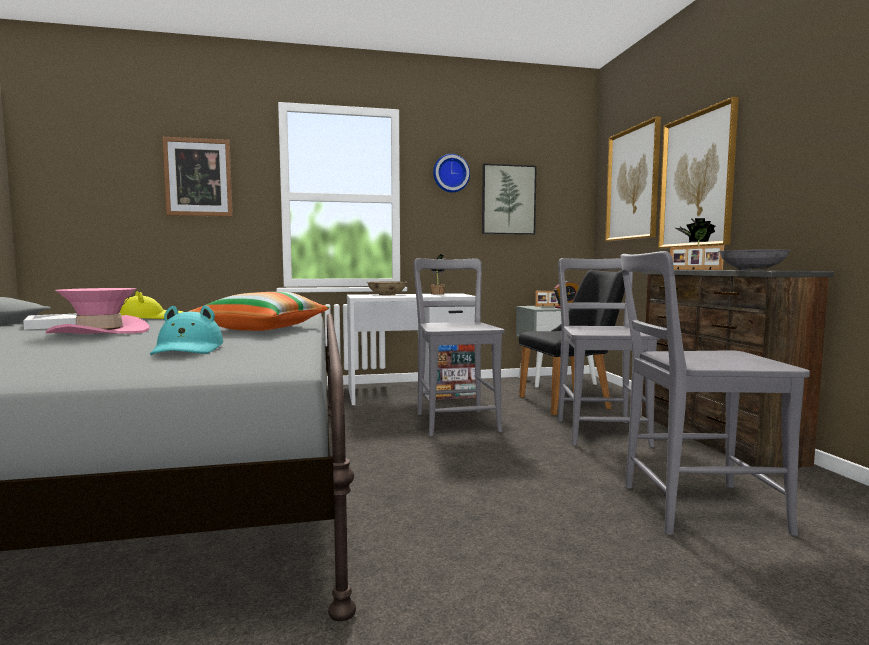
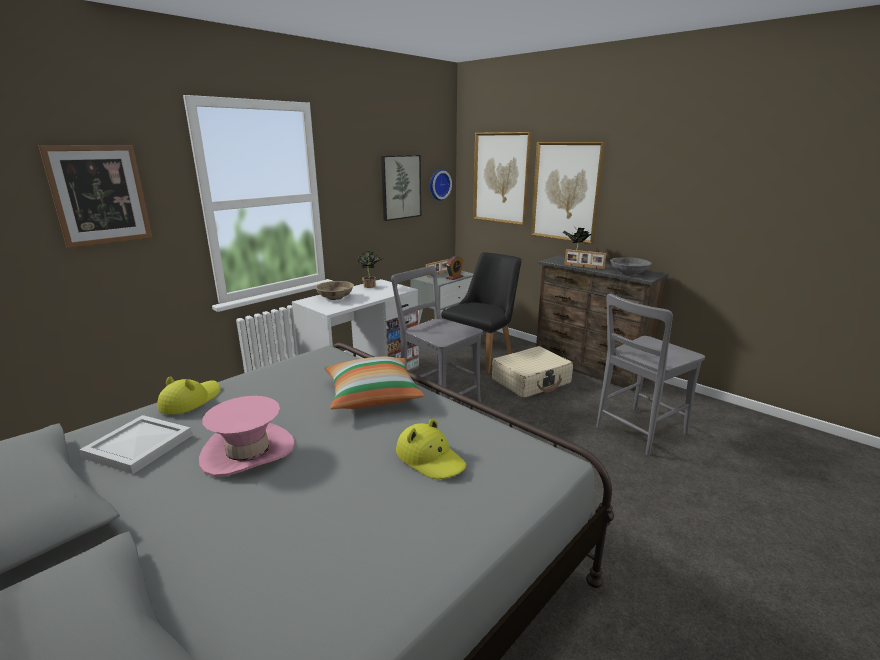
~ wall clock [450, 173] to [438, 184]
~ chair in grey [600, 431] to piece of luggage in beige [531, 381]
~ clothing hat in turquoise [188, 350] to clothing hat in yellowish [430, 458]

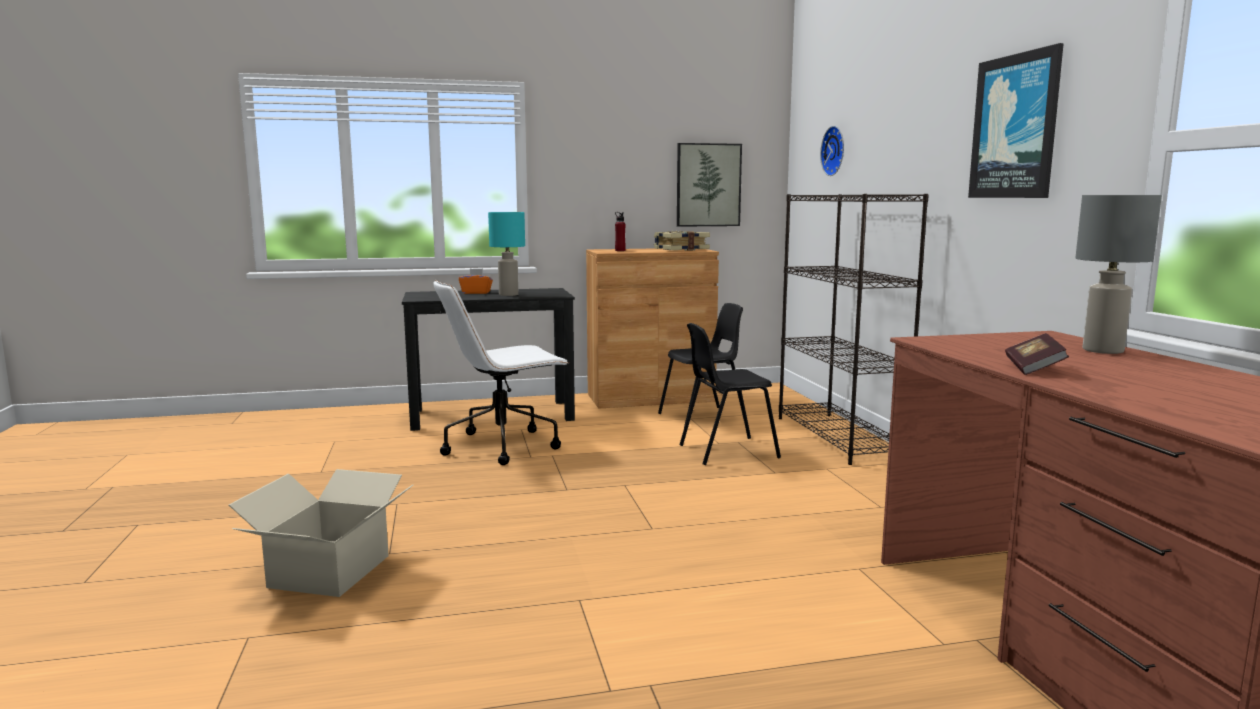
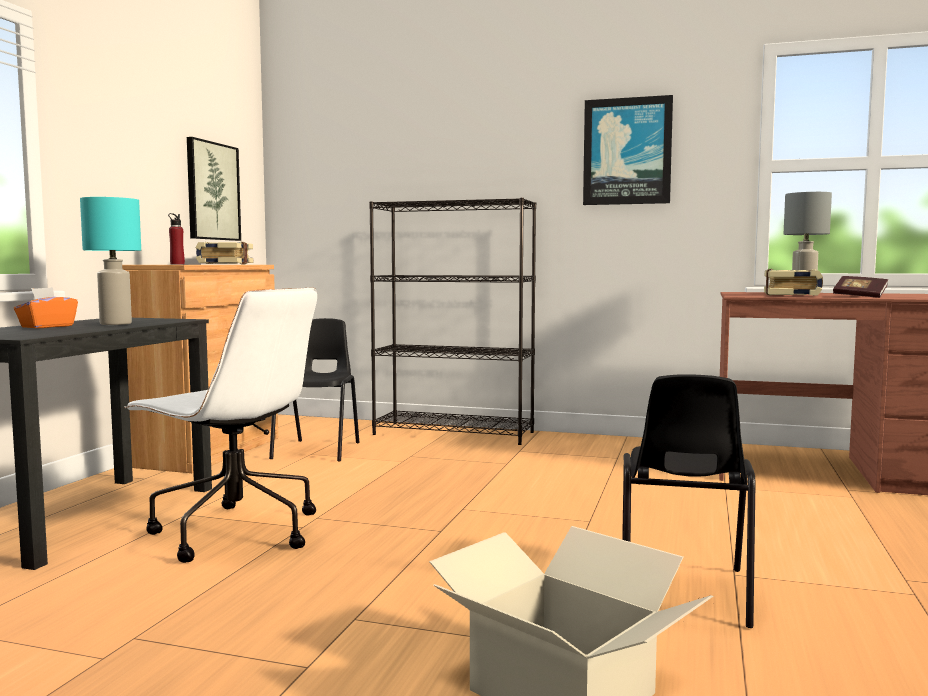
- wall clock [835, 151]
+ bound book [793, 295]
~ chair in black-coloured [726, 451] to [681, 592]
~ desk chair in white [503, 446] = [234, 532] 60 degrees counterclockwise

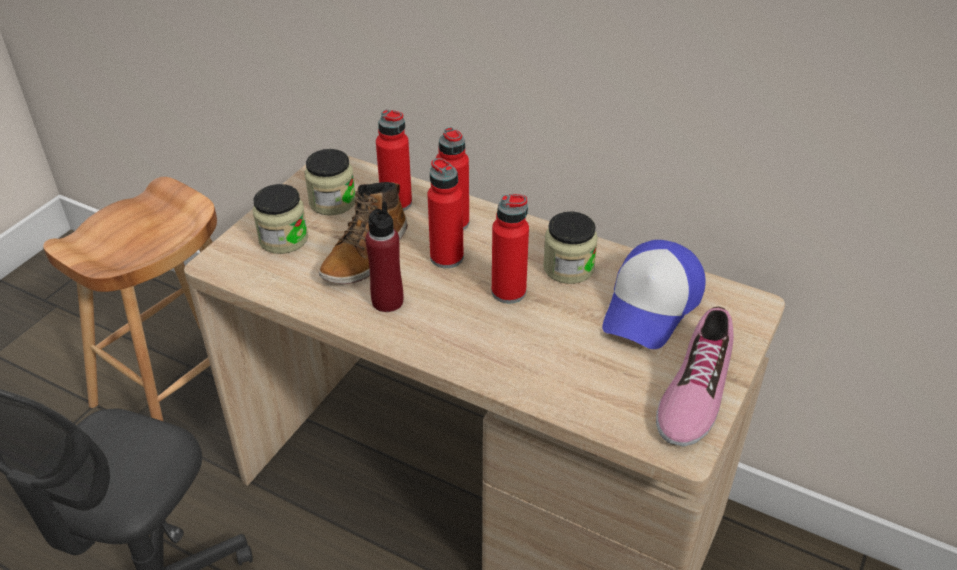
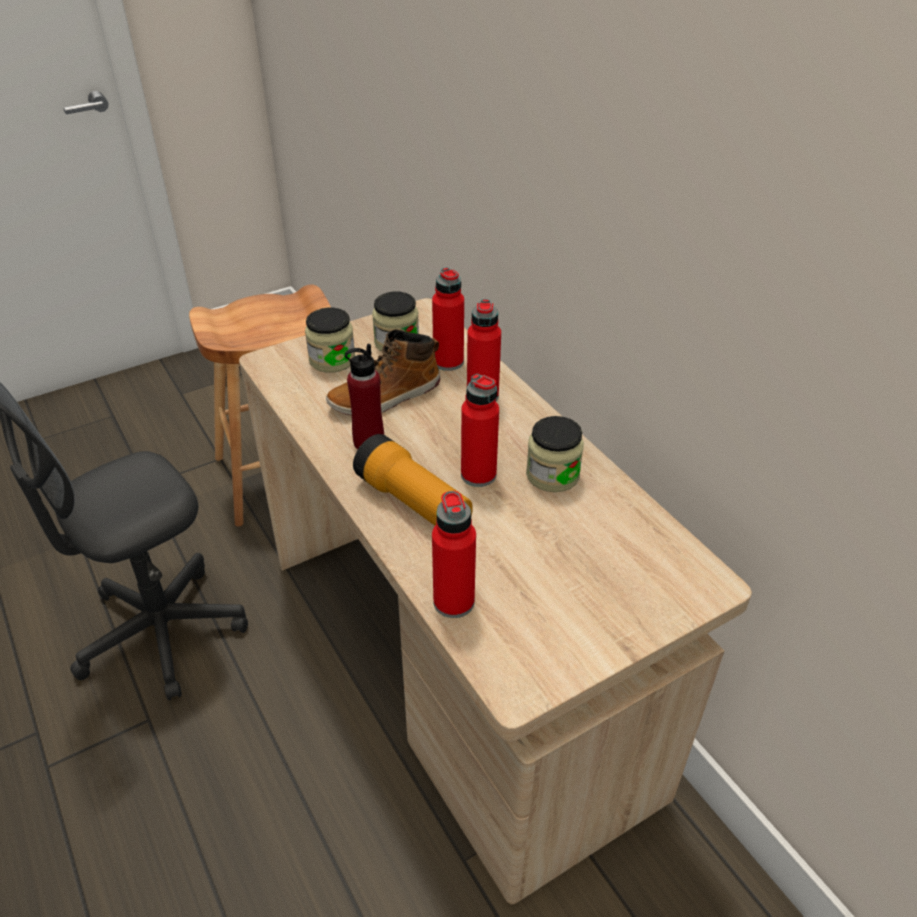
- baseball cap [651, 306]
- low shoe [693, 390]
+ torch [413, 502]
~ drink bottle in red [446, 257] to [454, 602]

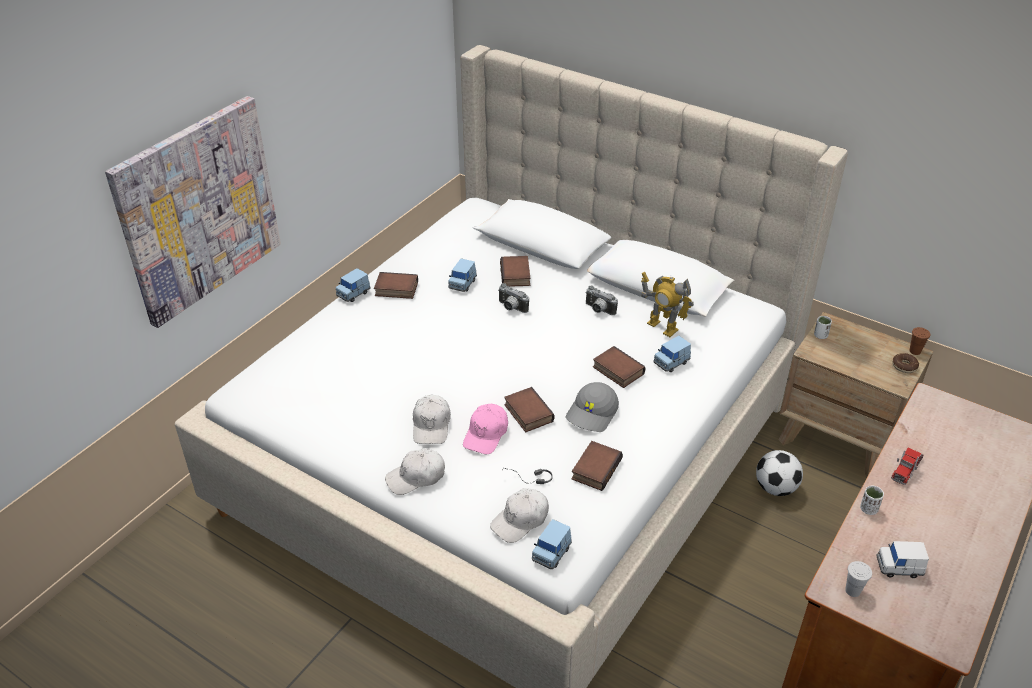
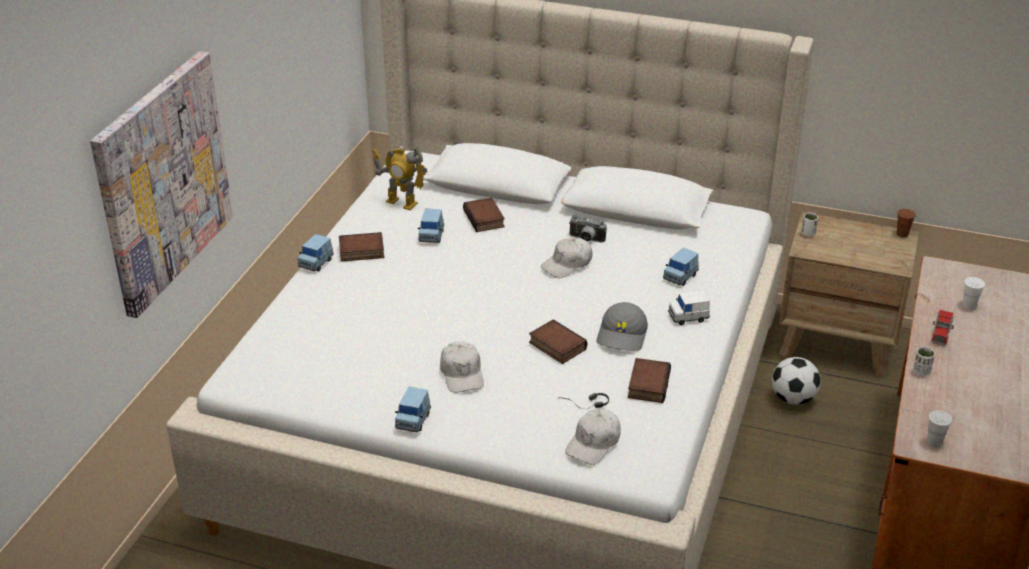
- baseball cap in pink [486, 434]
- still camera [511, 308]
- bound book [616, 371]
- ring doughnut [904, 366]
+ drinking cup in white [969, 305]
~ baseball cap in white [416, 477] to [567, 264]
~ toy car in blue [551, 553] to [413, 420]
~ toy robot [662, 327] to [401, 203]
~ toy car in white [899, 567] to [688, 317]

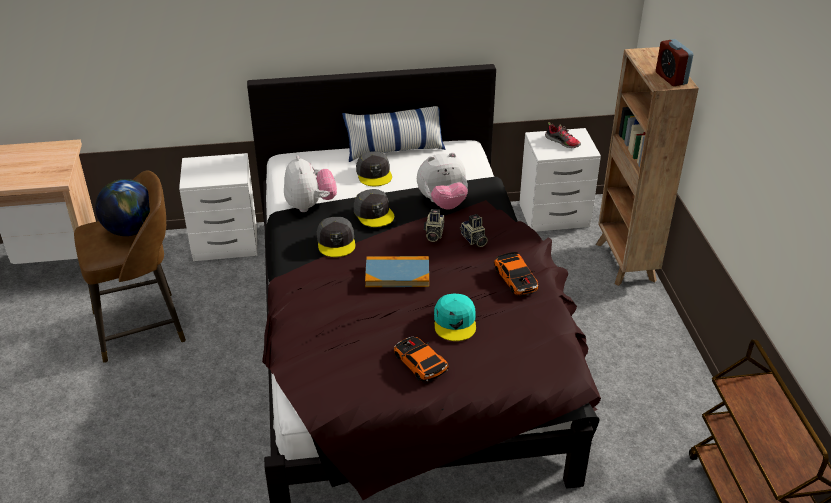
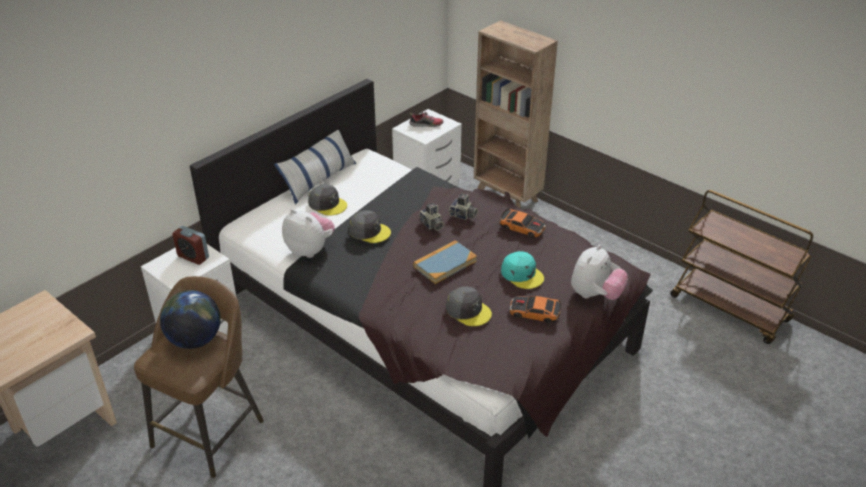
~ baseball cap in grey [336, 241] to [468, 310]
~ cuddly toy [443, 203] to [595, 295]
~ bedside clock [671, 78] to [193, 257]

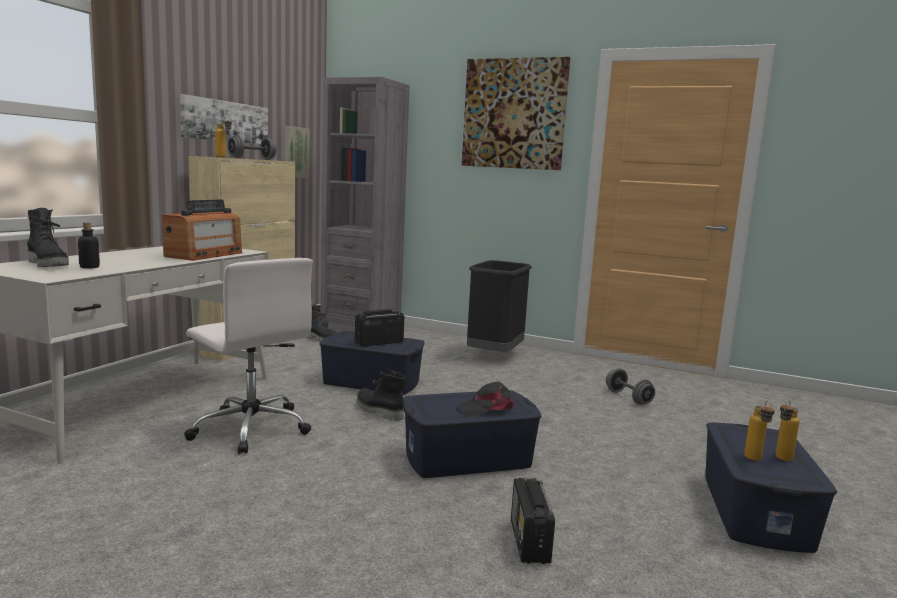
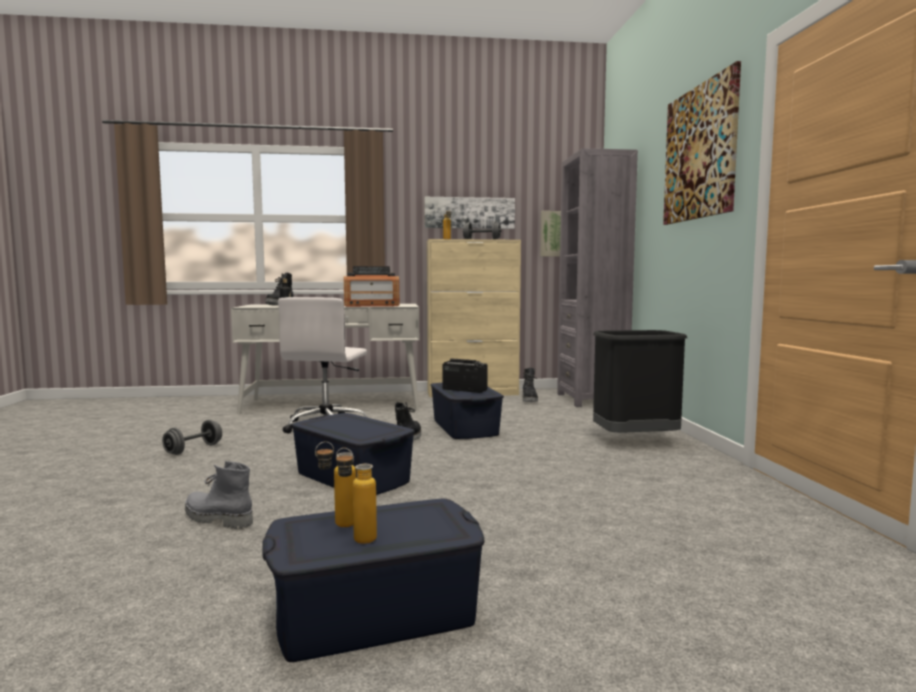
- baseball cap in black-coloured [487, 408]
~ hand weight in grey [628, 398] to [193, 449]
~ radio receiver [529, 542] to high-top boot in grey [217, 519]

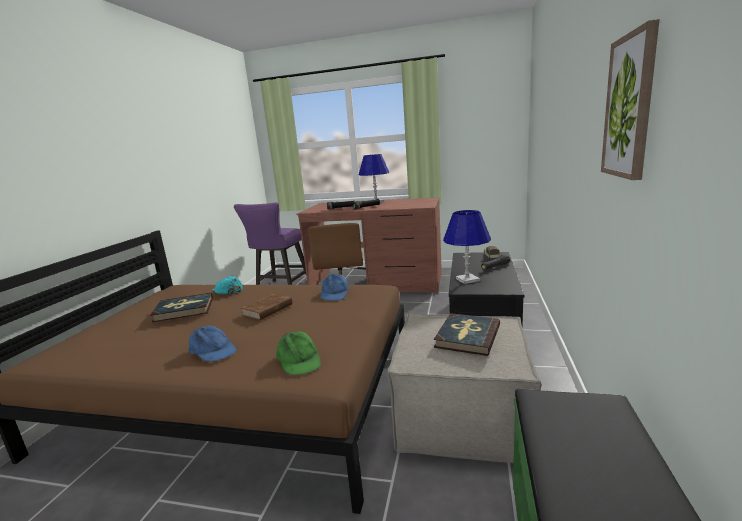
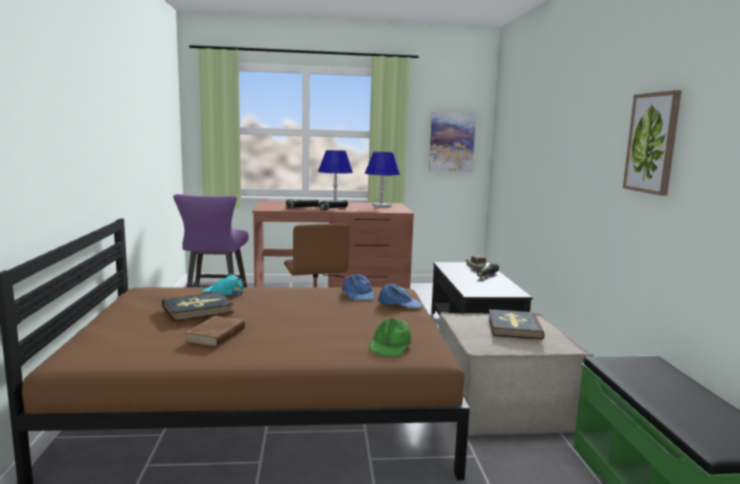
+ wall art [451, 142]
~ baseball cap in blue [212, 350] to [400, 303]
~ bound book in brown-coloured [268, 309] to [216, 335]
~ lamp for a table in blue [467, 279] to [381, 206]
~ baseball cap in green [298, 360] = [390, 345] 60 degrees clockwise

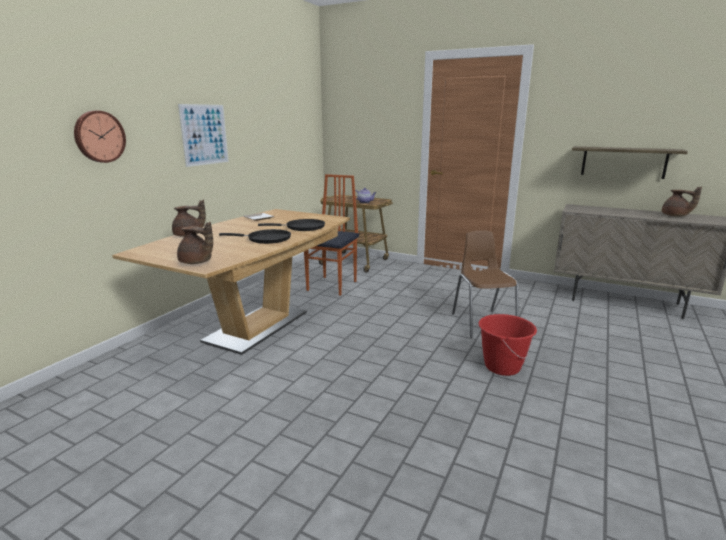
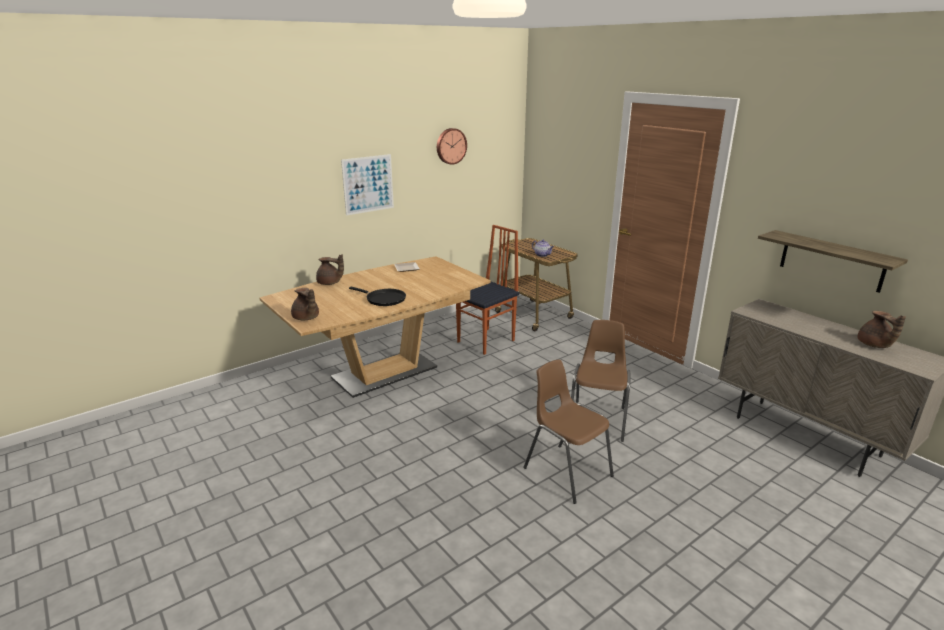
- frying pan in black-coloured [302, 227]
~ wall clock [99, 136] to [450, 146]
~ pail in red [502, 366] to chair in brown-coloured [566, 472]

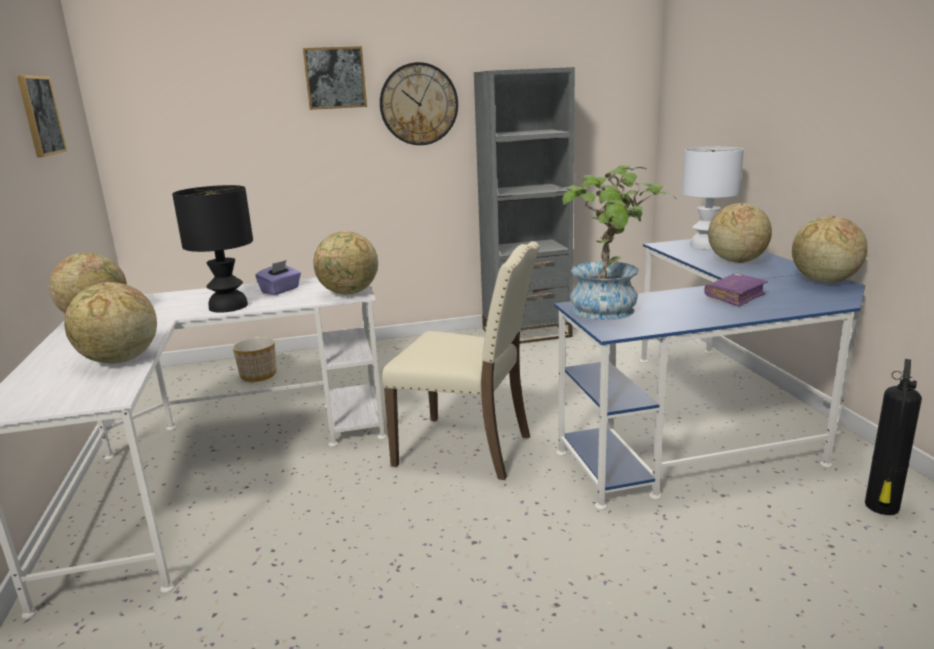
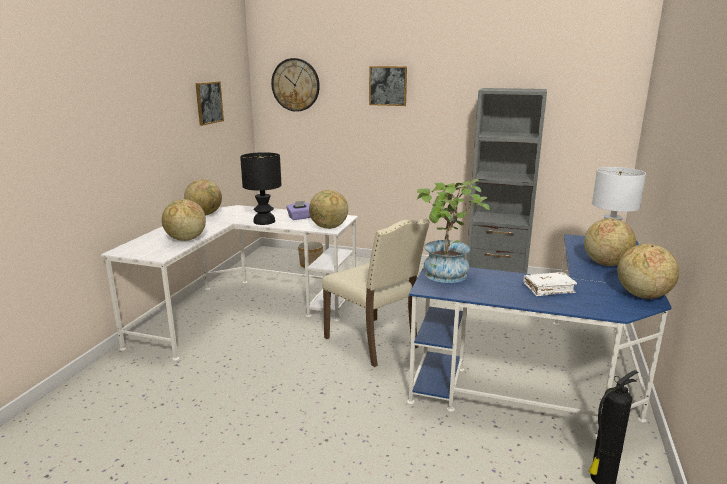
~ wall clock [419, 104] to [295, 85]
~ bound book in purple-coloured [735, 297] to bound book in white [548, 289]

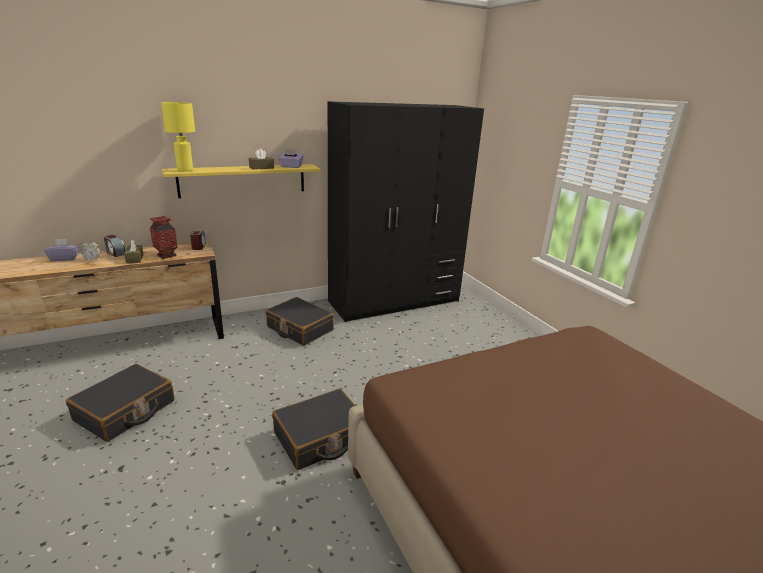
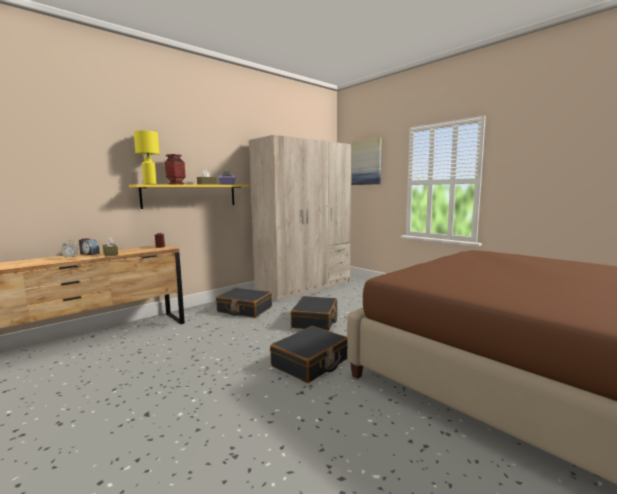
- tissue holder in purple-coloured [64, 258]
+ wall art [366, 162]
~ piece of luggage in black-coloured [125, 411] to [315, 321]
~ flower vase [166, 255] to [176, 184]
~ wardrobe in black-coloured [395, 301] to wardrobe in beige [305, 287]

